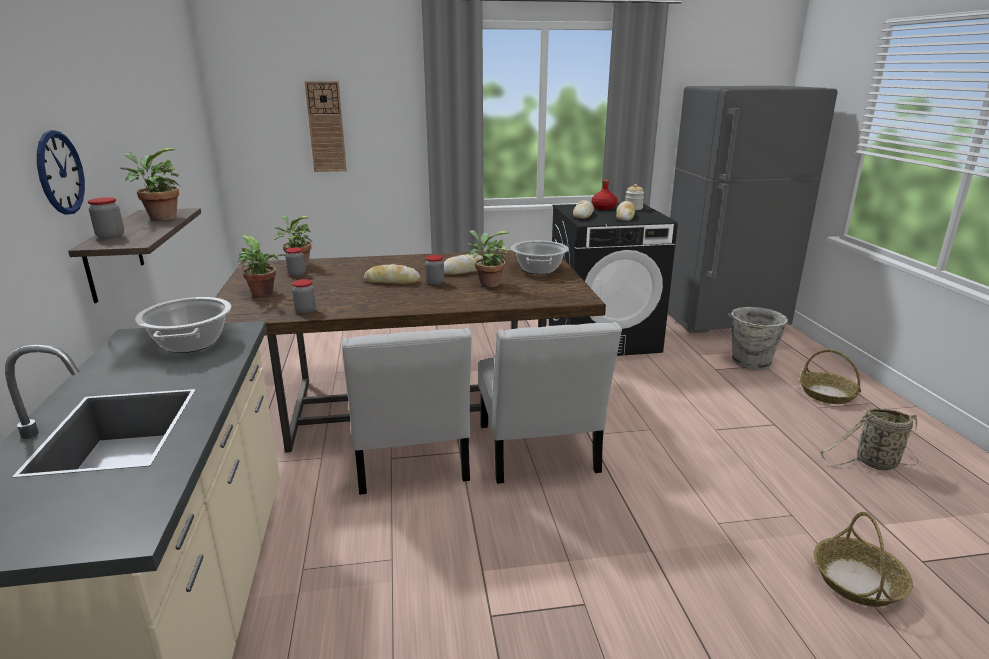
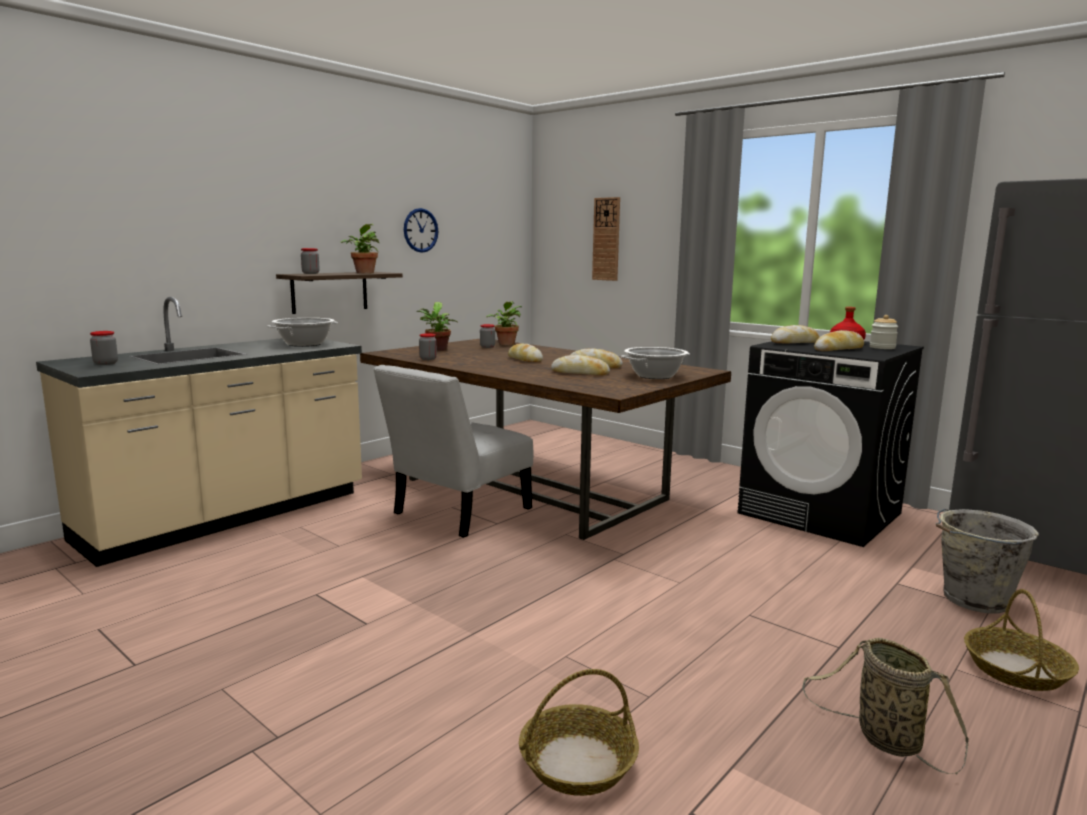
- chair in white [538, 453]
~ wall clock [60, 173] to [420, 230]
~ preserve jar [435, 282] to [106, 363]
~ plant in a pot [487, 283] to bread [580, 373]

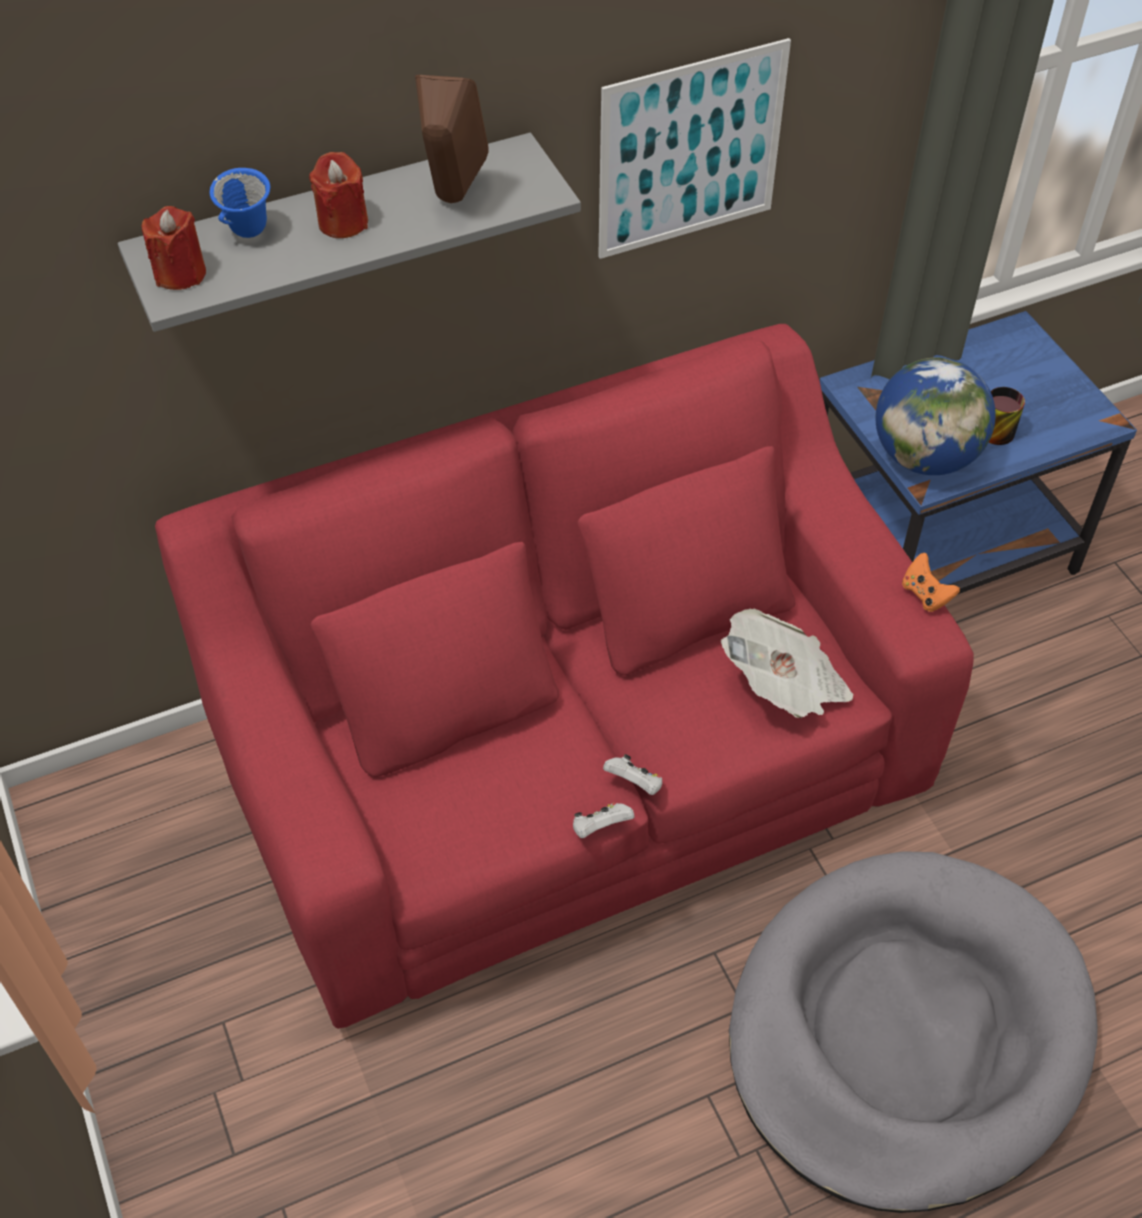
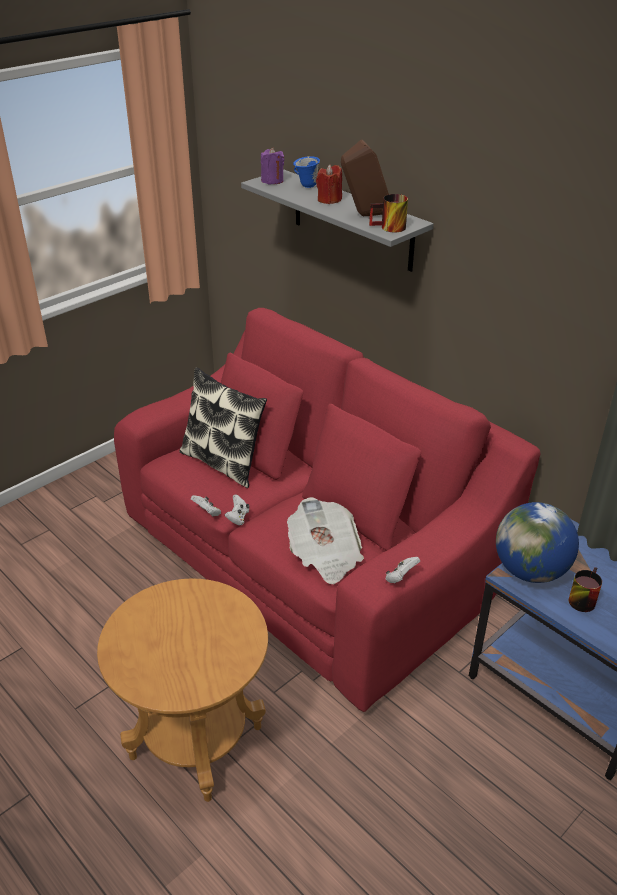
- wall art [690, 151]
+ pillow [223, 462]
+ tea mug [389, 228]
~ dog cushion in grey [906, 1032] to side table in brown-coloured [196, 741]
~ wax candle in red [180, 274] to wax candle in purple-coloured [272, 181]
~ joypad in orange [925, 594] to joypad in white [400, 578]

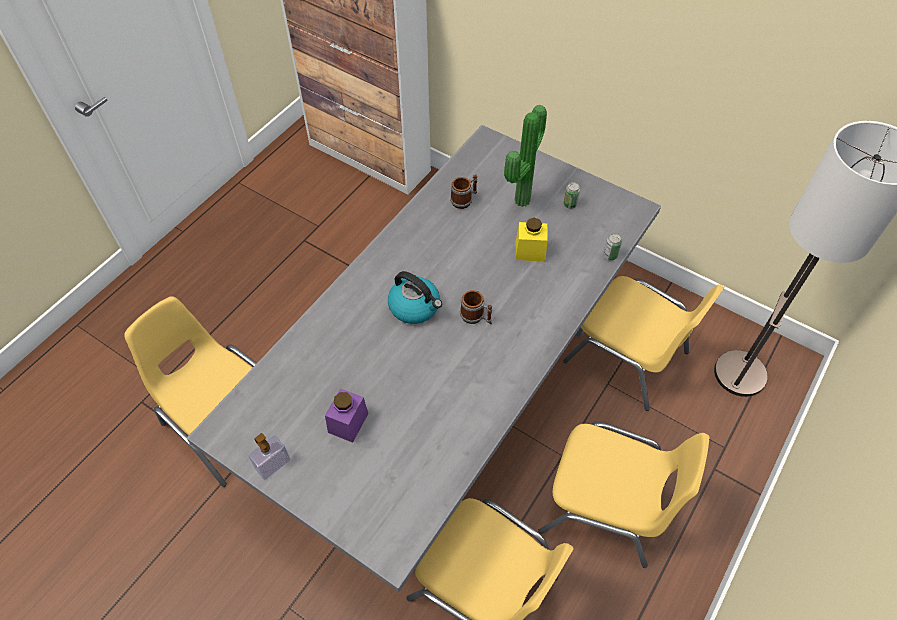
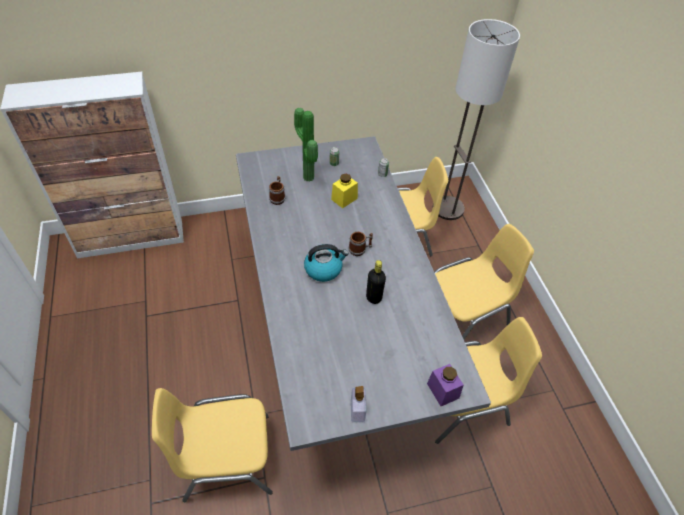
+ drink bottle in black-coloured [374, 297]
~ preserve jar in purple-coloured [348, 423] to [442, 391]

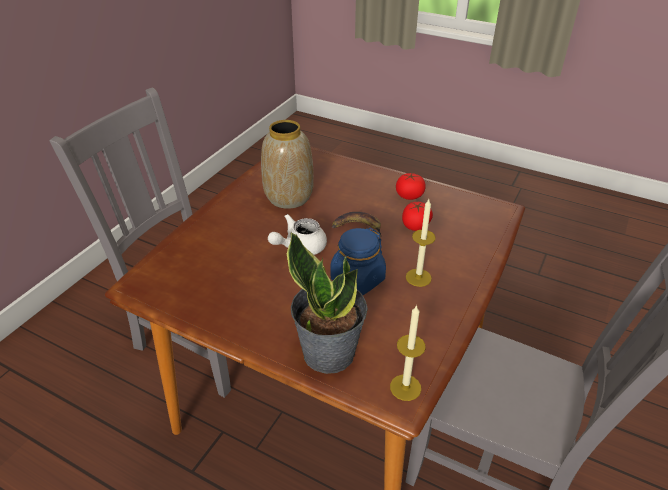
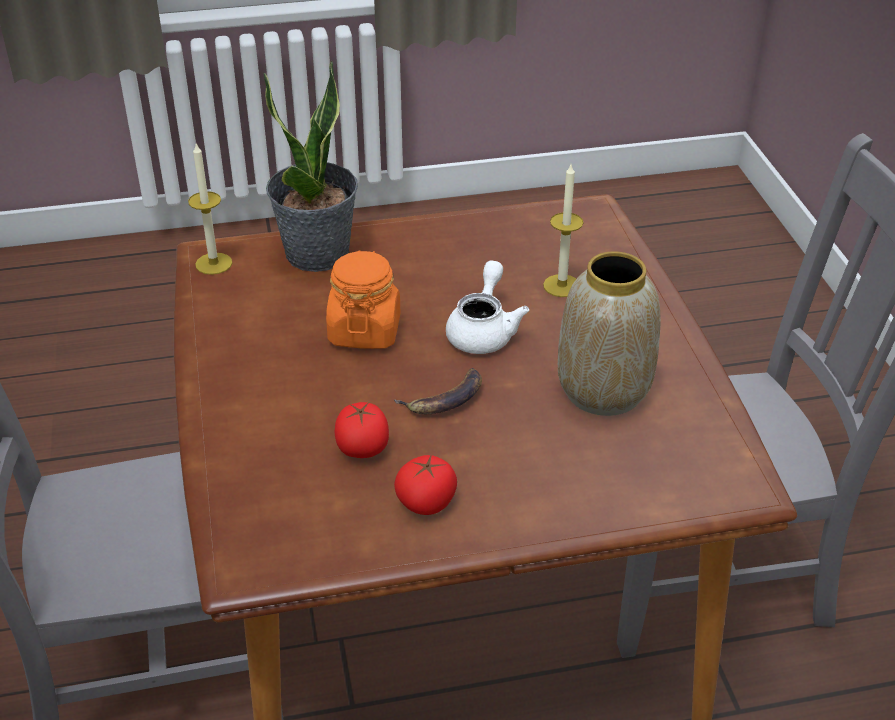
~ wax candle [418, 277] to [562, 286]
~ preserve jar in blue [357, 280] to preserve jar in orange [364, 330]

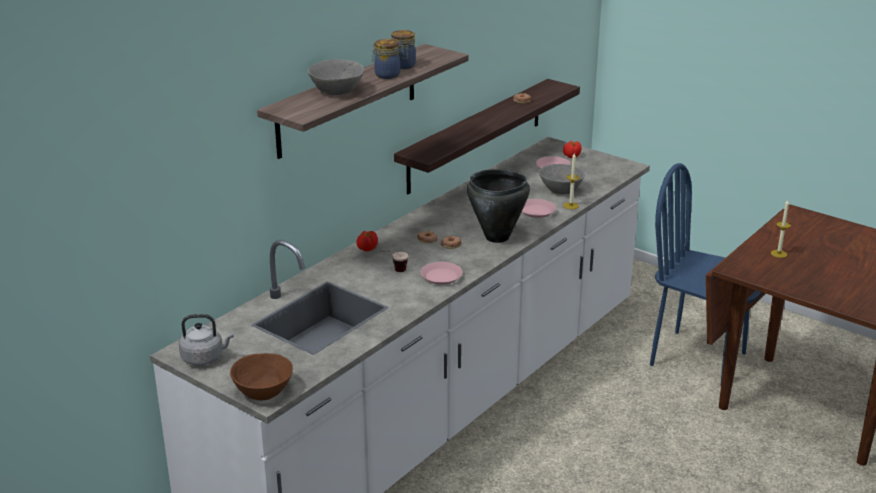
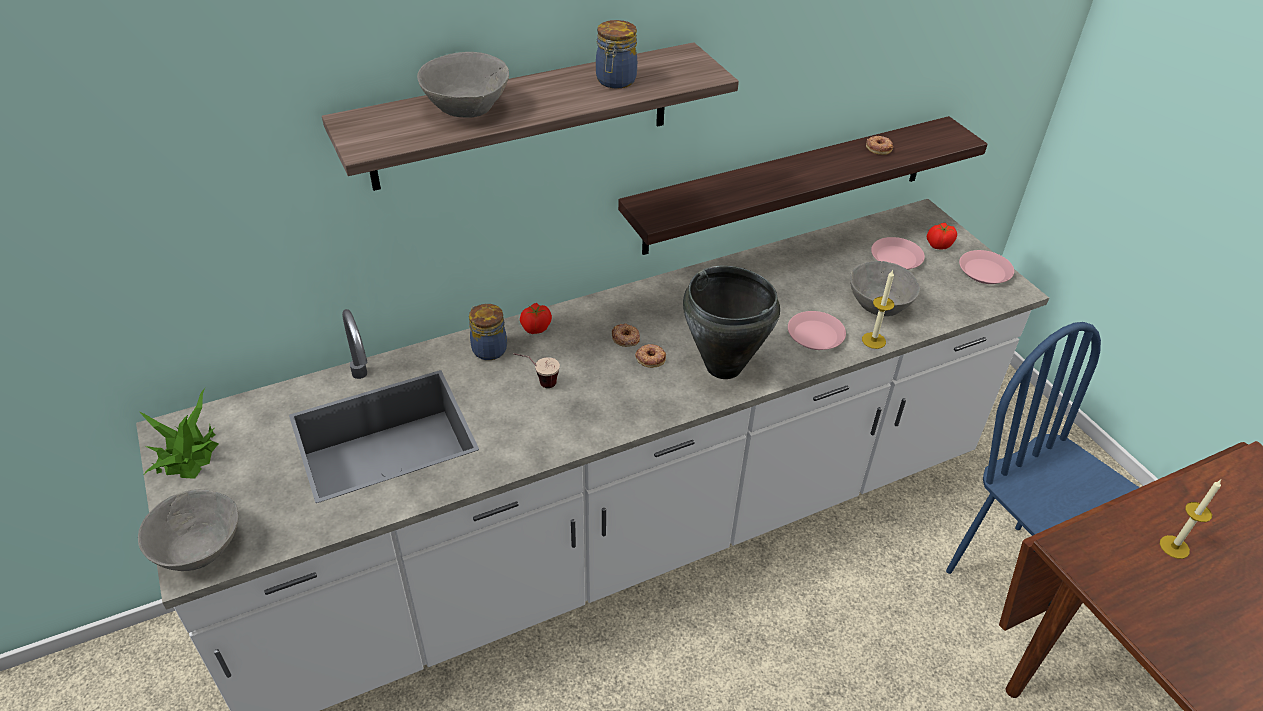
~ preserve jar [386, 75] to [488, 349]
~ plate in pink [441, 276] to [984, 271]
~ tea kettle in grey [205, 358] to plant in a pot [188, 454]
~ deep dish in brown-coloured [263, 392] to deep dish in grey [199, 550]

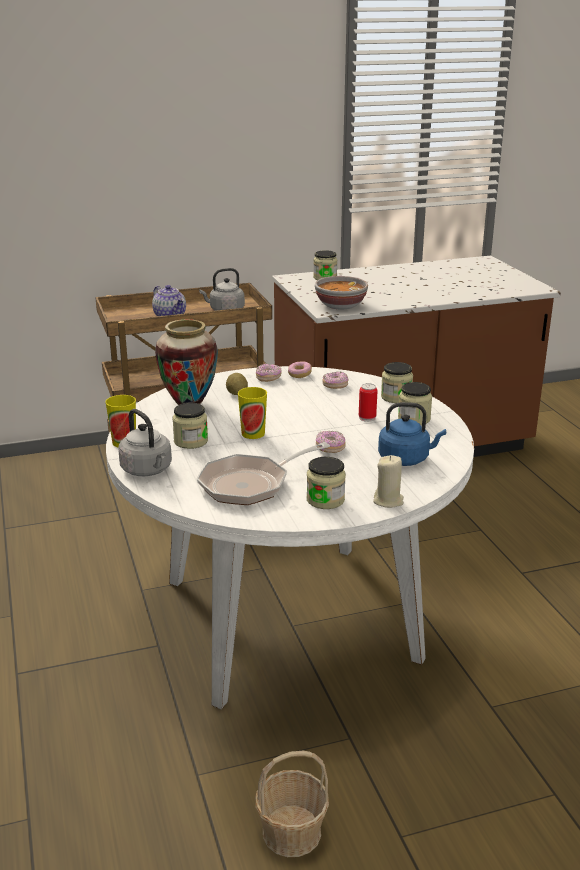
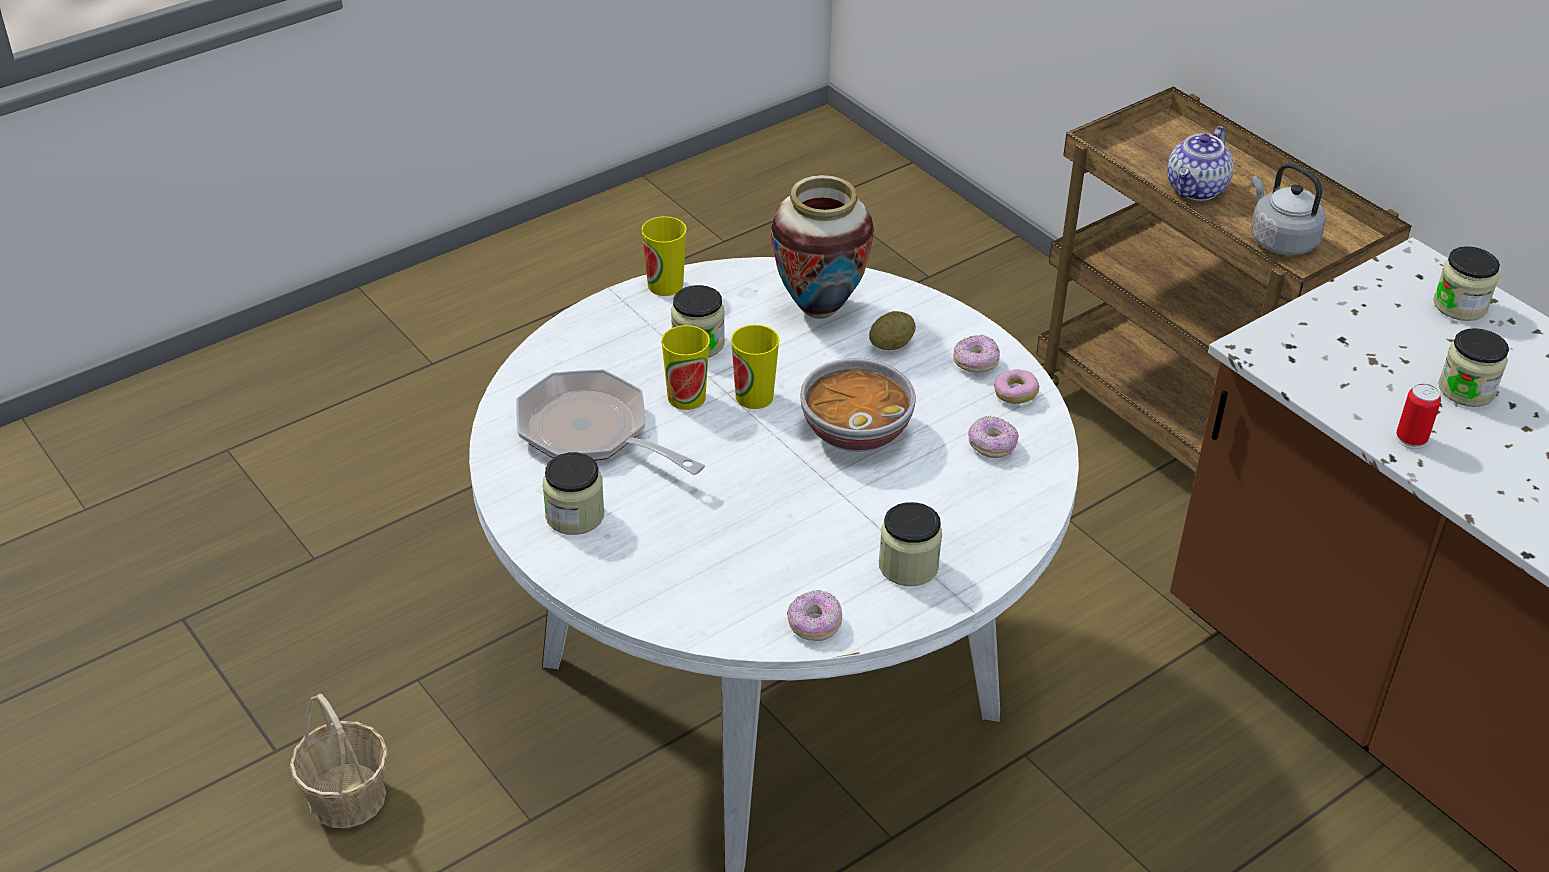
- tea kettle in grey [148, 470]
- wax candle in beige [388, 501]
- tea kettle in blue [406, 459]
+ drinking cup [686, 397]
~ deep dish [340, 305] to [855, 431]
~ ring doughnut [330, 448] to [814, 624]
~ metal can [367, 418] to [1411, 439]
~ preserve jar [396, 397] to [1466, 390]

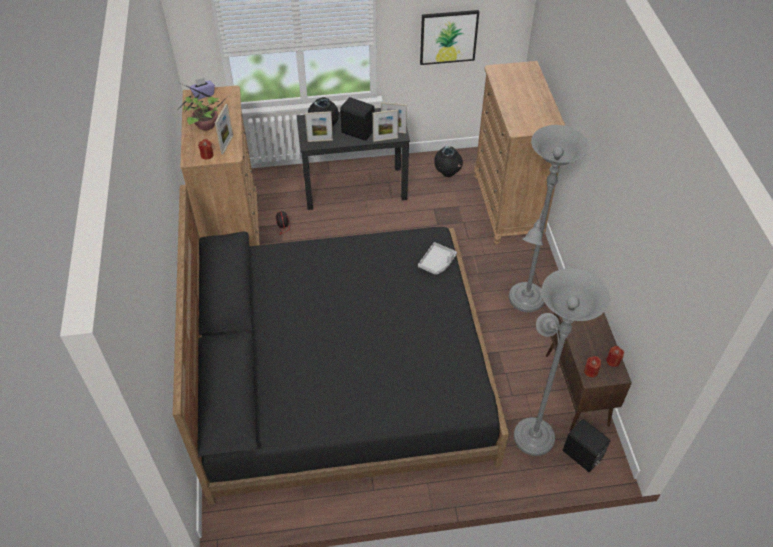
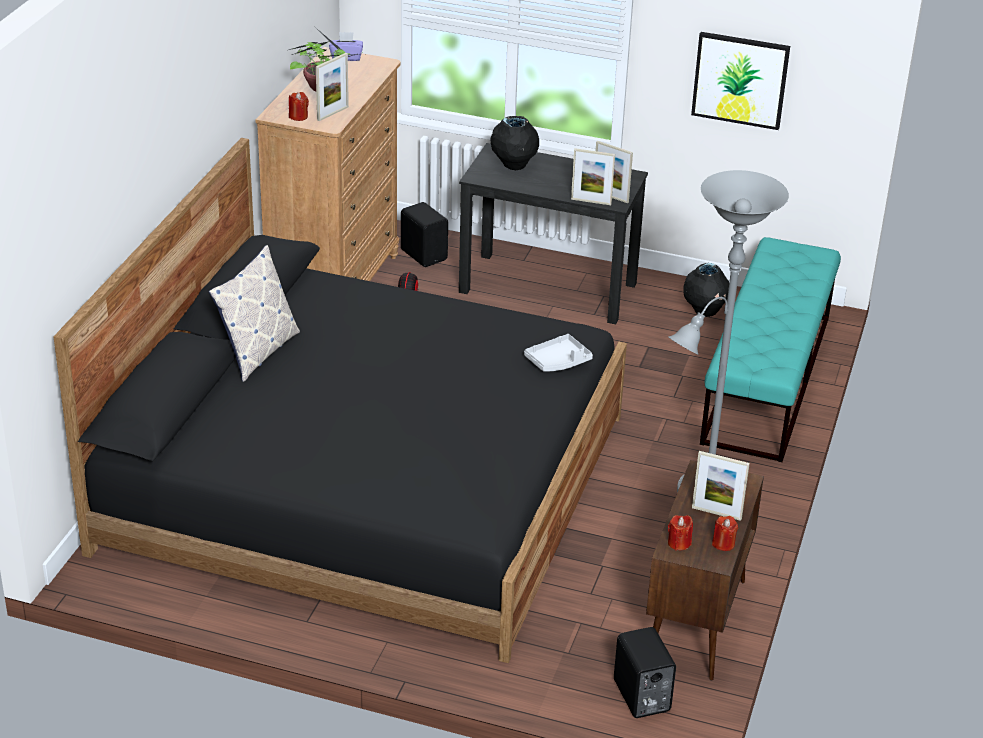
- standard lamp in grey [532, 432]
+ pillow [258, 352]
~ standing frame [320, 140] to [716, 513]
~ speaker in black-coloured [358, 131] to [424, 254]
~ dresser in brown-coloured [507, 207] to indoor bench in turquoise [767, 379]

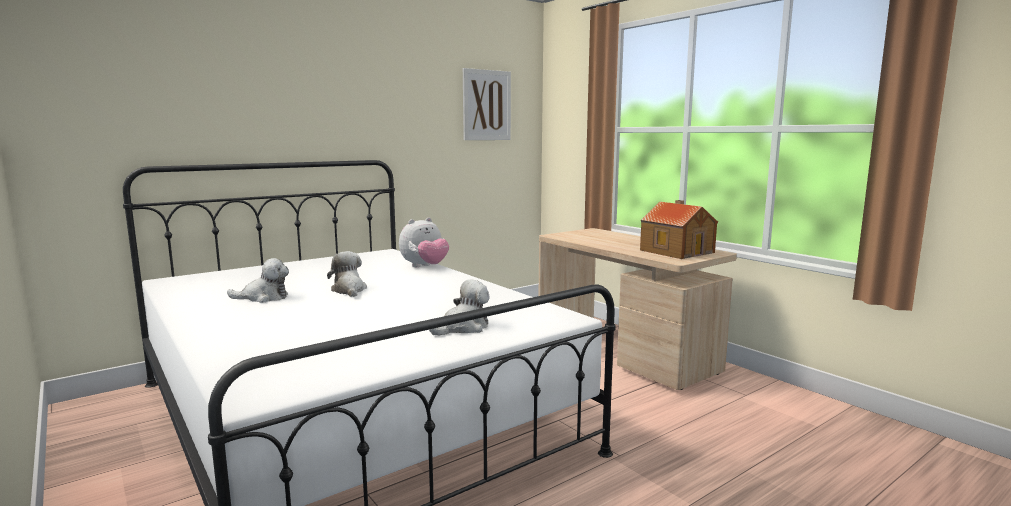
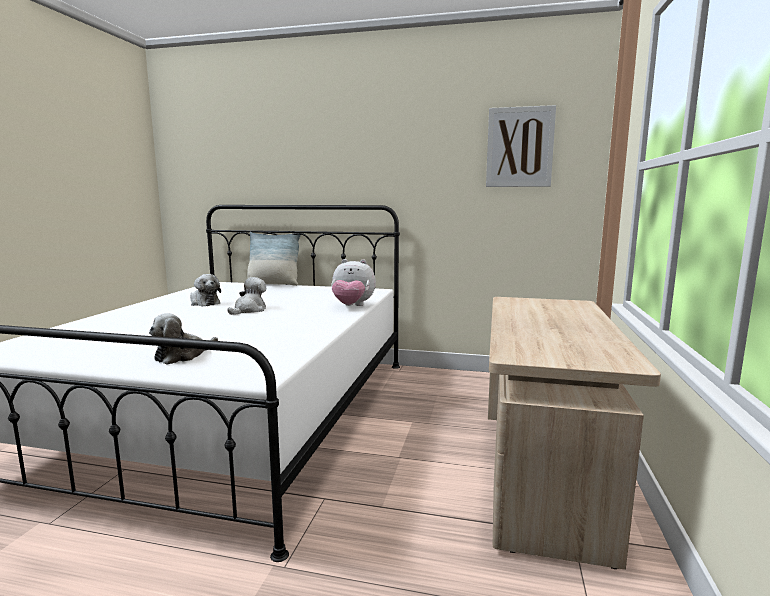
- toy house [677, 251]
+ pillow [273, 284]
~ cuddly toy [463, 328] = [183, 355] 120 degrees clockwise

